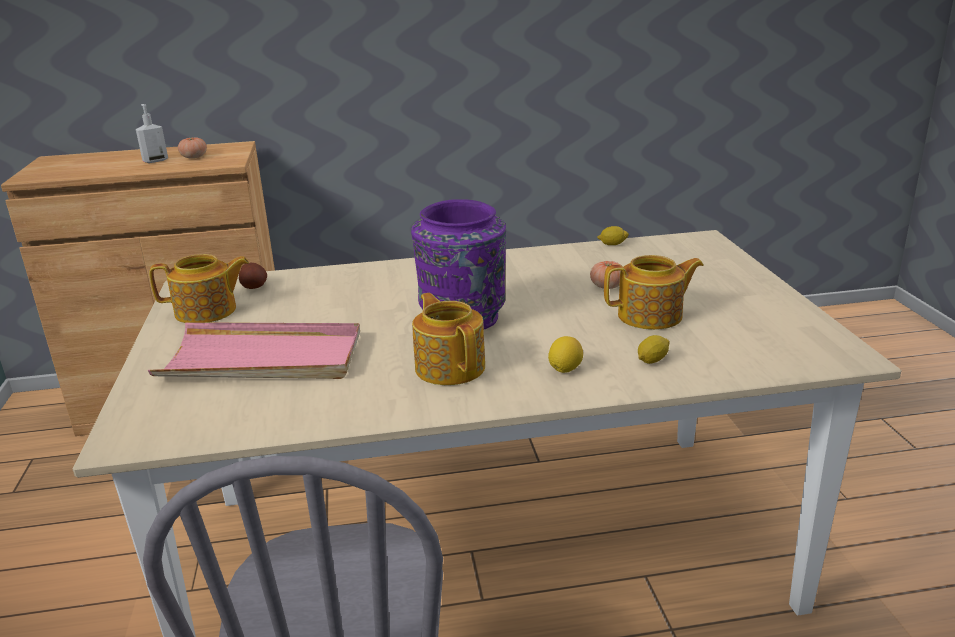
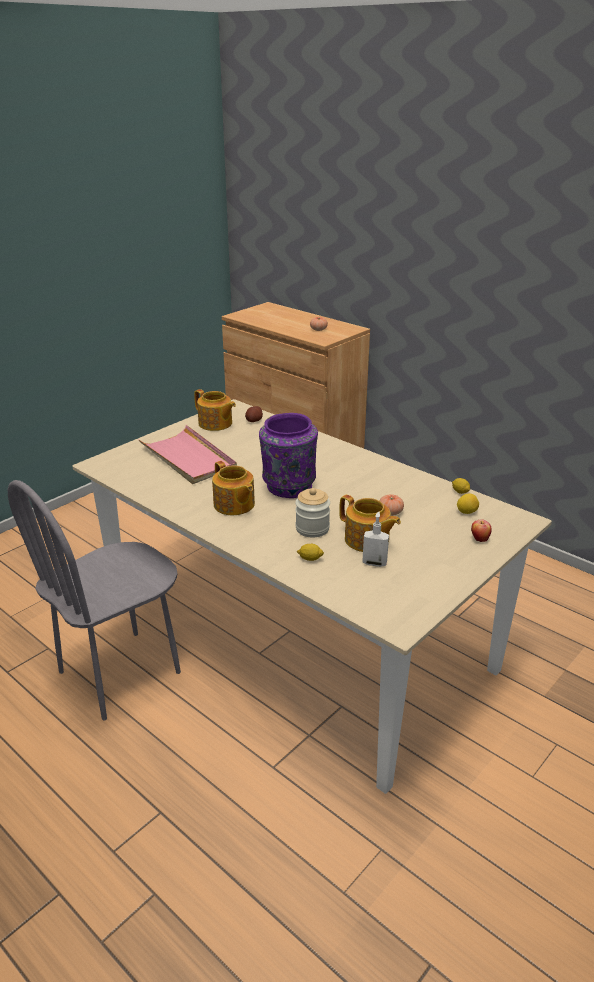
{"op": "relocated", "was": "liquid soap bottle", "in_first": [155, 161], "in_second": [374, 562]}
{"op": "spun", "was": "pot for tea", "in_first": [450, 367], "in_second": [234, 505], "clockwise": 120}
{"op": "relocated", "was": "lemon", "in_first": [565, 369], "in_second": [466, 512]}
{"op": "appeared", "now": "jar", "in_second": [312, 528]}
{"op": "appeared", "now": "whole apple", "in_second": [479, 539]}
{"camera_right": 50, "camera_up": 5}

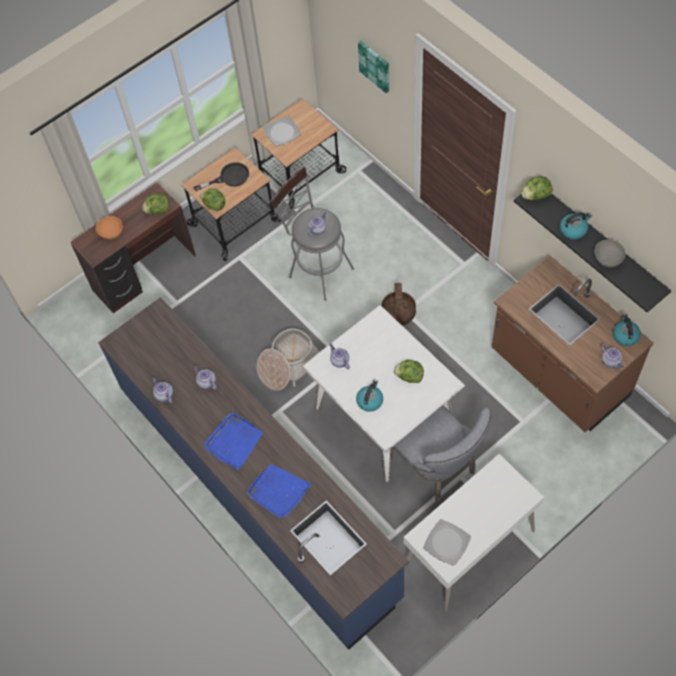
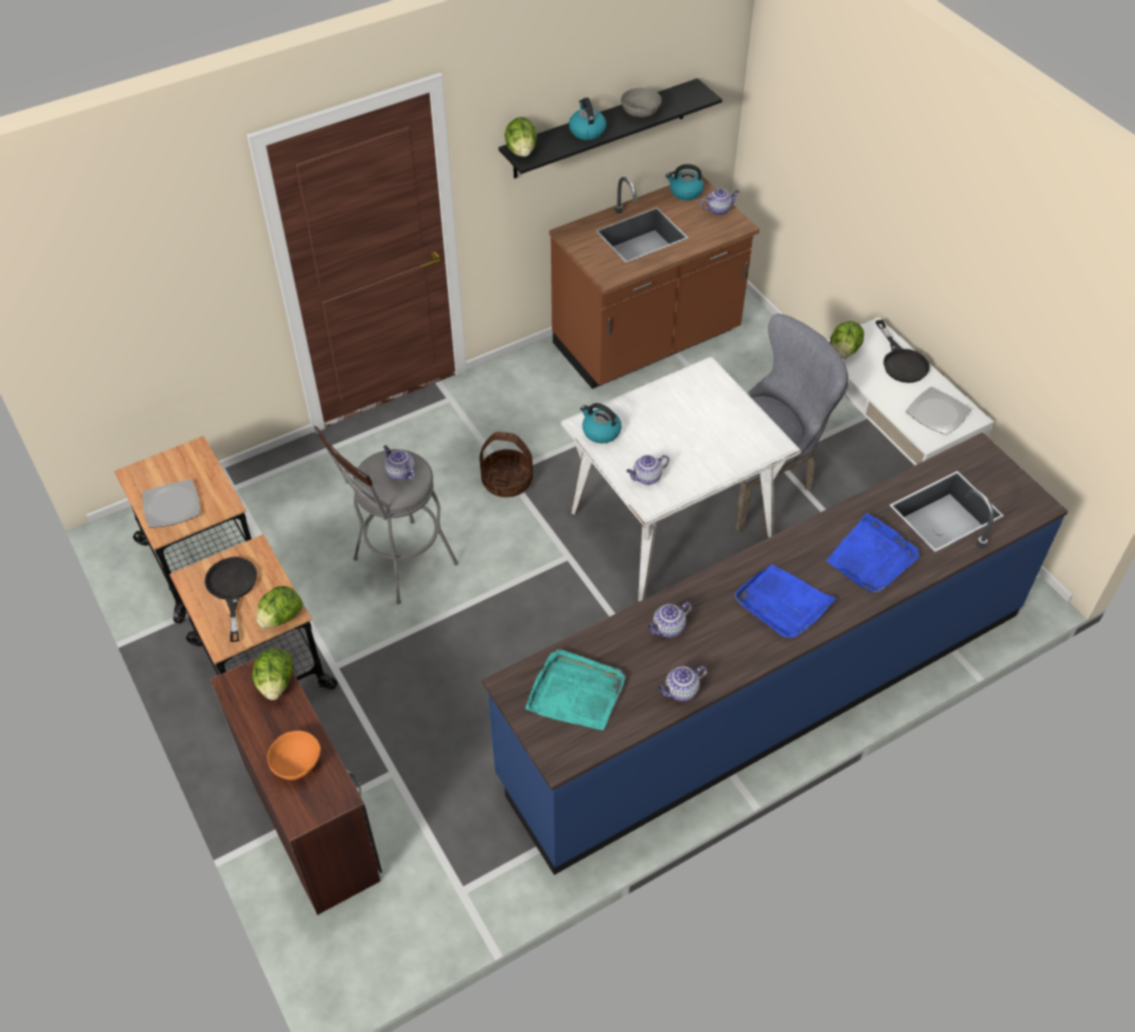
{"op": "missing", "was": "wall art", "in_first": [375, 66]}
{"op": "missing", "was": "basket", "in_first": [288, 365]}
{"op": "relocated", "was": "lettuce head", "in_first": [409, 376], "in_second": [844, 351]}
{"op": "relocated", "was": "kettle", "in_first": [370, 400], "in_second": [600, 432]}
{"op": "appeared", "now": "frying pan in blackish", "in_second": [901, 361]}
{"op": "appeared", "now": "tray in turquoise", "in_second": [576, 693]}
{"camera_right": -85, "camera_up": -10}

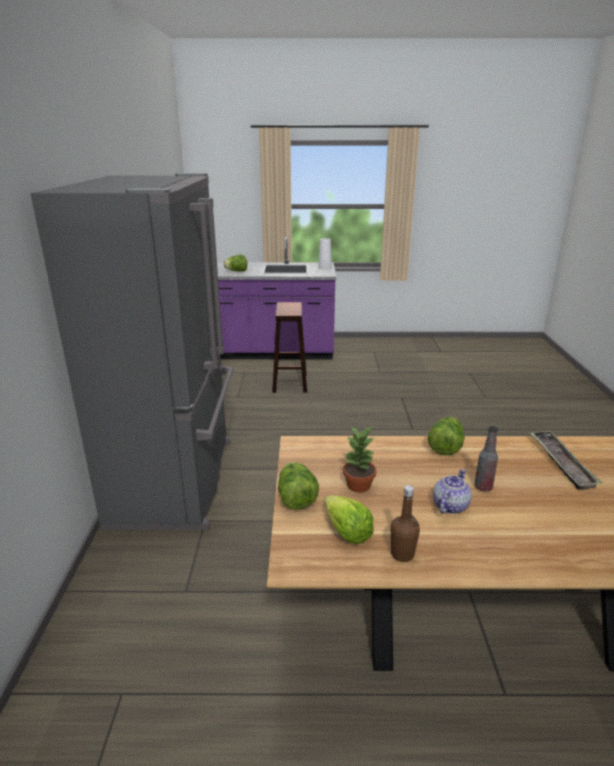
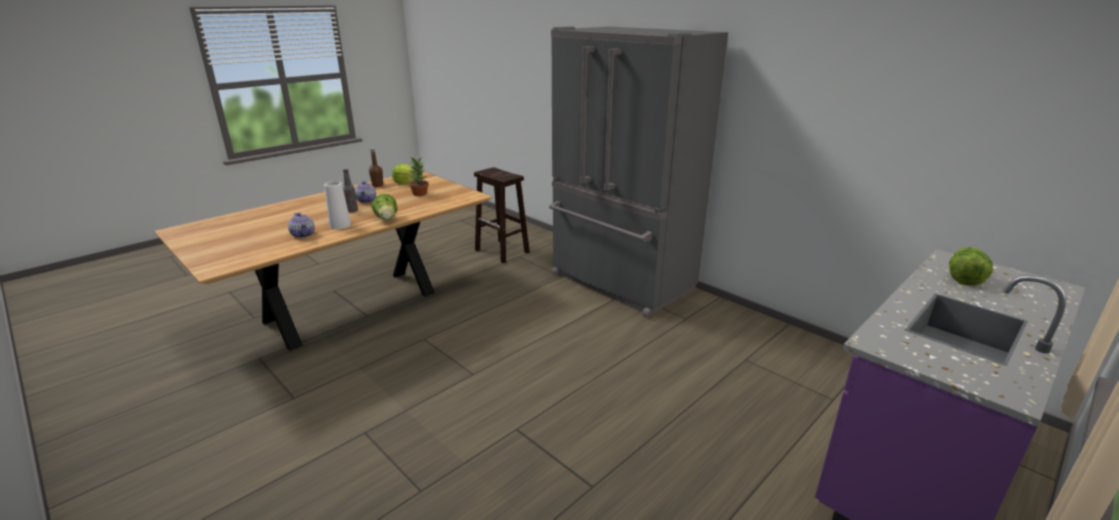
{"op": "relocated", "was": "decorative vase in white-coloured", "in_first": [324, 267], "in_second": [340, 225]}
{"op": "relocated", "was": "stool in brown", "in_first": [289, 382], "in_second": [502, 251]}
{"op": "exchanged", "was": "tray", "now": "pot for tea", "in_first": [561, 462], "in_second": [303, 234]}
{"op": "missing", "was": "lettuce head", "in_first": [296, 498]}
{"camera_right": 135, "camera_up": 0}

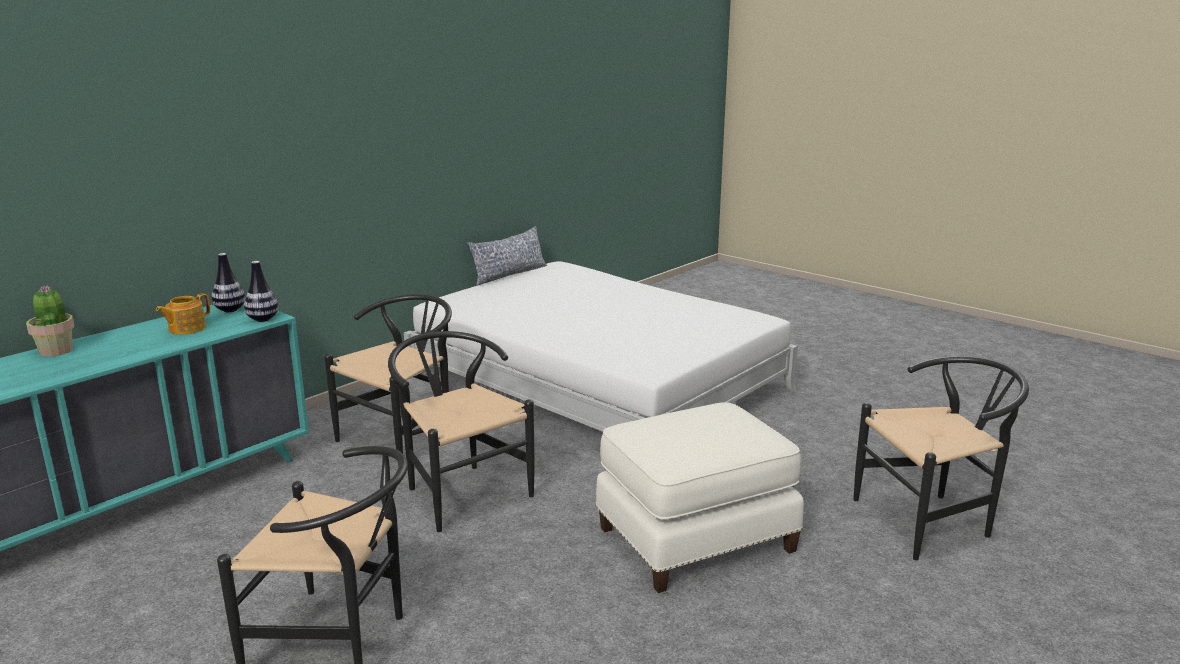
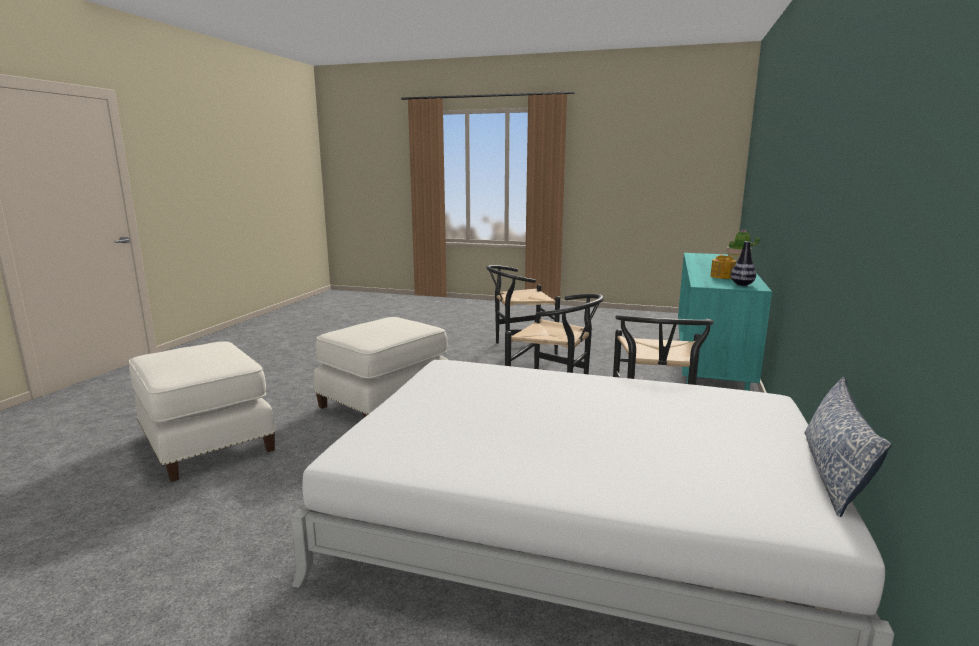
{"op": "missing", "was": "decorative vase", "in_first": [263, 319]}
{"op": "exchanged", "was": "chair in blackish", "now": "pouffe in white-coloured", "in_first": [932, 520], "in_second": [205, 443]}
{"camera_right": 155, "camera_up": -5}

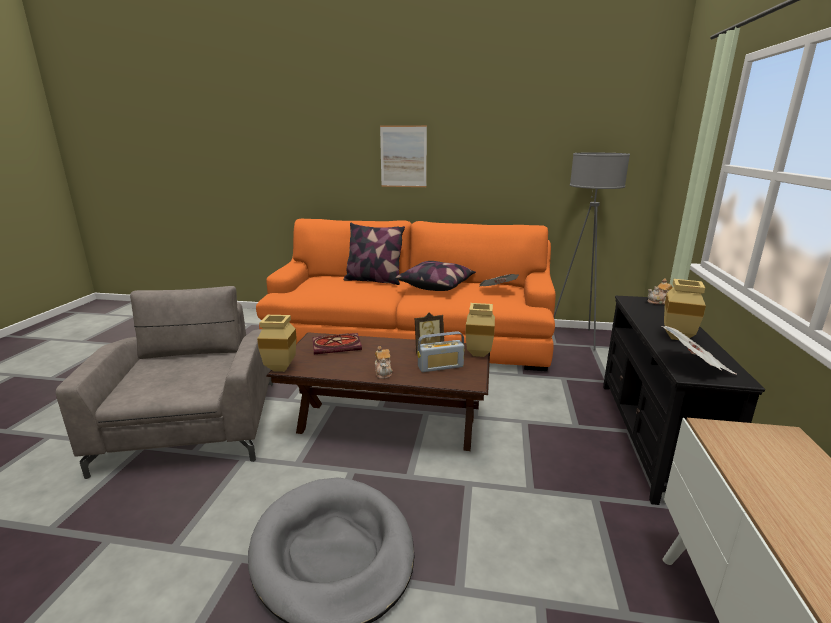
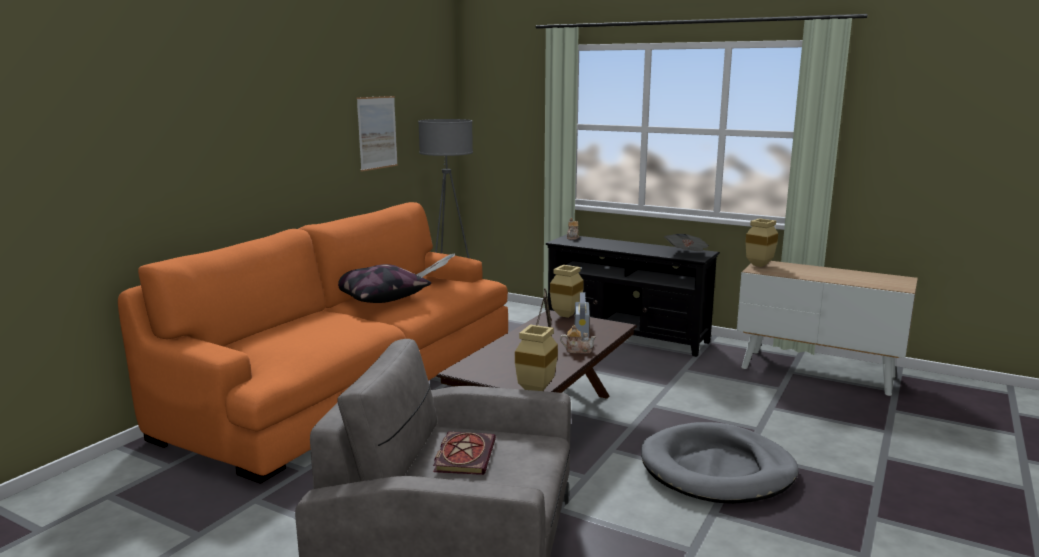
{"op": "relocated", "was": "wall art", "in_first": [403, 156], "in_second": [377, 133]}
{"op": "missing", "was": "cushion", "in_first": [373, 280]}
{"op": "relocated", "was": "decorative vase in beige", "in_first": [675, 338], "in_second": [759, 265]}
{"op": "relocated", "was": "book", "in_first": [338, 345], "in_second": [464, 455]}
{"camera_right": -70, "camera_up": -5}

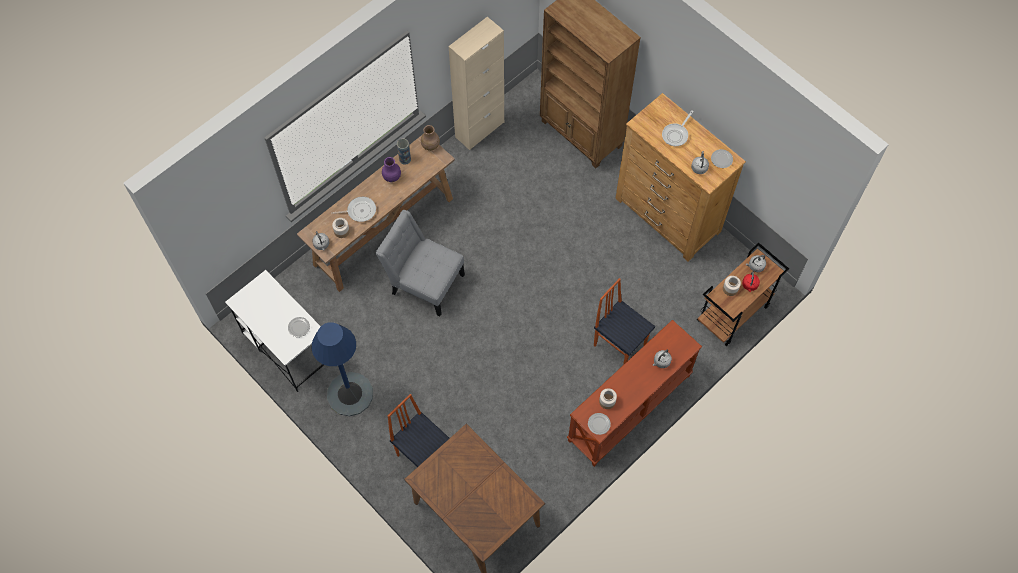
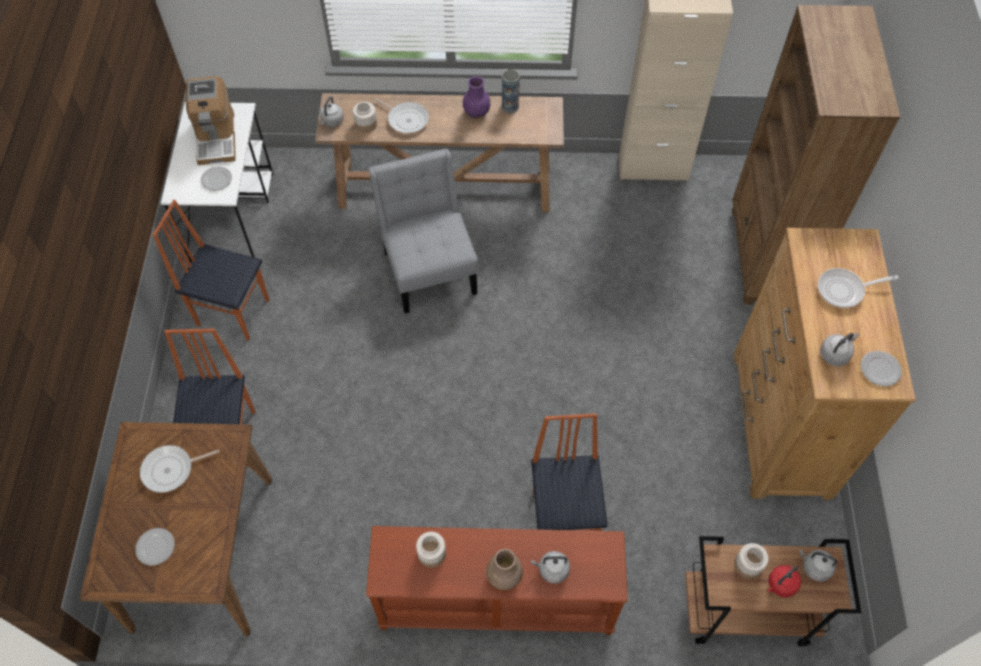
{"op": "relocated", "was": "decorative vase in brown", "in_first": [430, 146], "in_second": [504, 577]}
{"op": "exchanged", "was": "floor lamp in bluish", "now": "chair", "in_first": [350, 394], "in_second": [233, 311]}
{"op": "relocated", "was": "flat dish", "in_first": [599, 424], "in_second": [156, 547]}
{"op": "appeared", "now": "coffee brewer", "in_second": [216, 137]}
{"op": "appeared", "now": "frying pan", "in_second": [171, 470]}
{"camera_right": 45, "camera_up": -5}

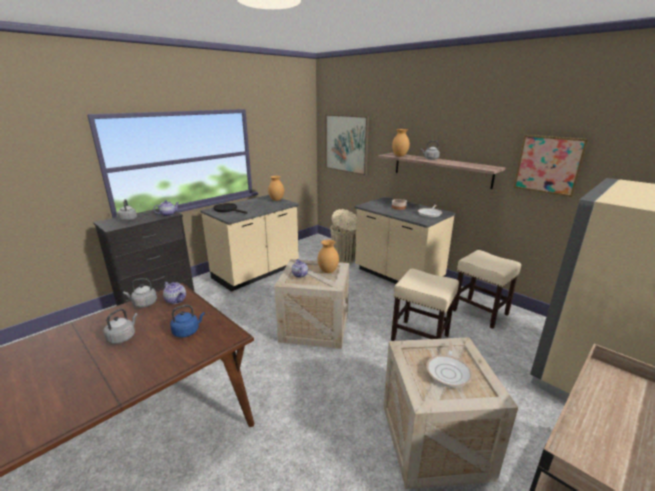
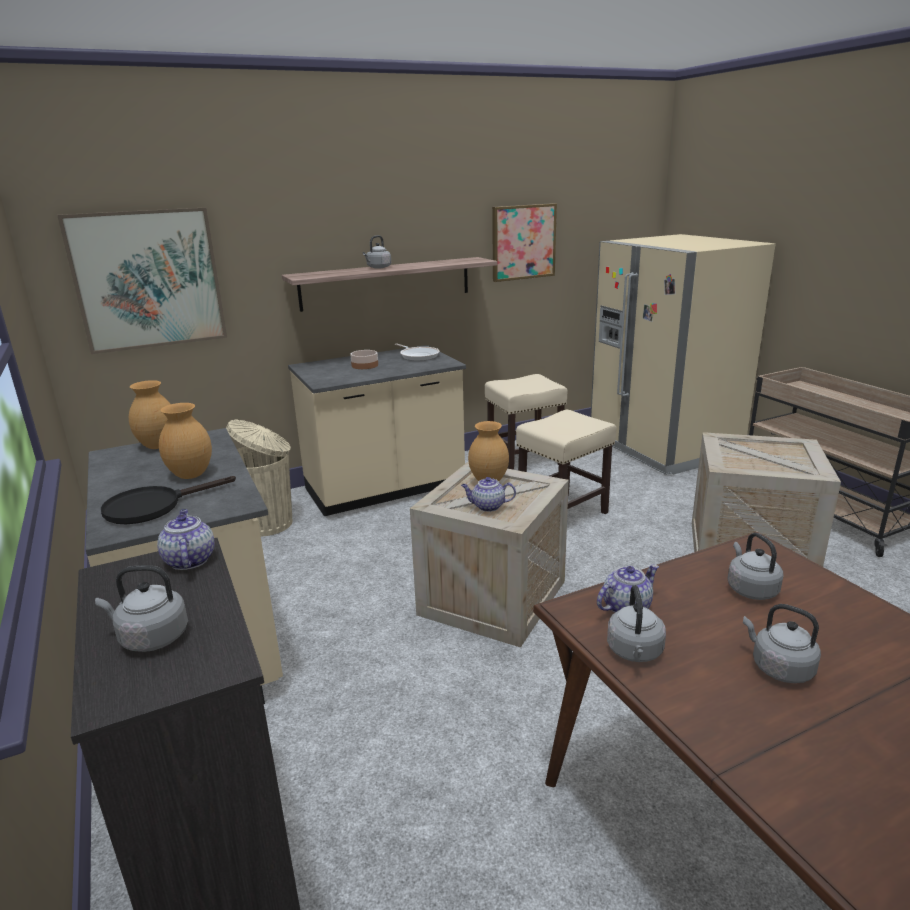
{"op": "relocated", "was": "decorative vase in brown", "in_first": [400, 156], "in_second": [191, 475]}
{"op": "colour", "was": "kettle in bluish", "now": "kettle in gray", "in_first": [187, 331], "in_second": [750, 589]}
{"op": "missing", "was": "frying pan", "in_first": [449, 371]}
{"camera_right": -70, "camera_up": 0}

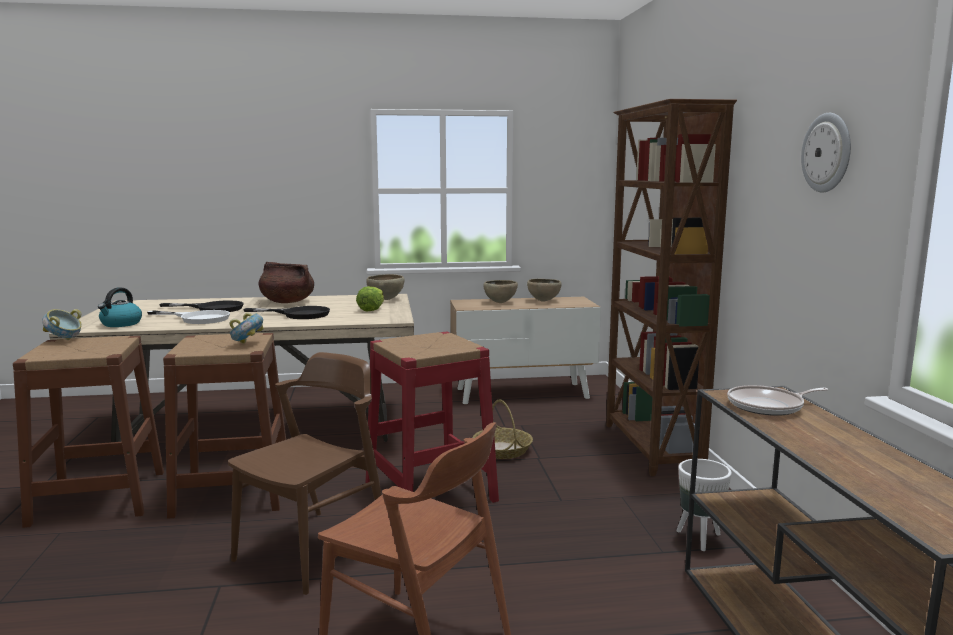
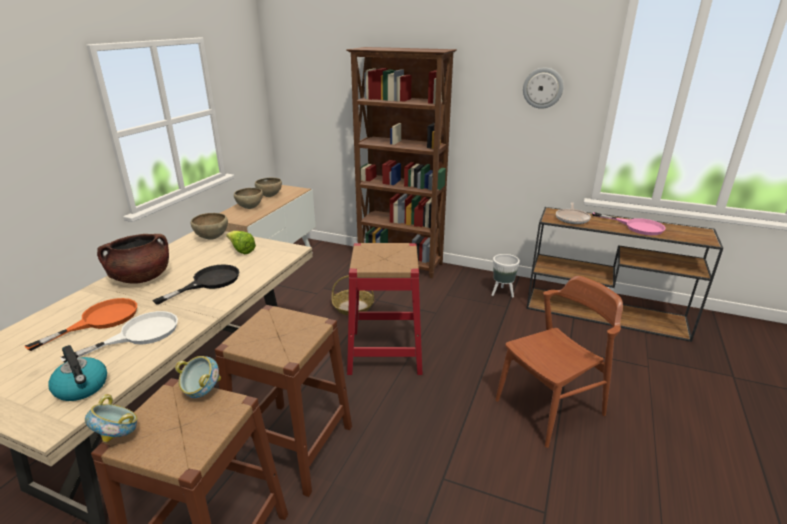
{"op": "colour", "was": "frying pan in blackish", "now": "frying pan in orange", "in_first": [212, 309], "in_second": [100, 320]}
{"op": "relocated", "was": "bowl", "in_first": [247, 343], "in_second": [201, 392]}
{"op": "missing", "was": "chair in brown", "in_first": [313, 549]}
{"op": "appeared", "now": "frying pan in pink-coloured", "in_second": [637, 226]}
{"camera_right": -60, "camera_up": 15}

